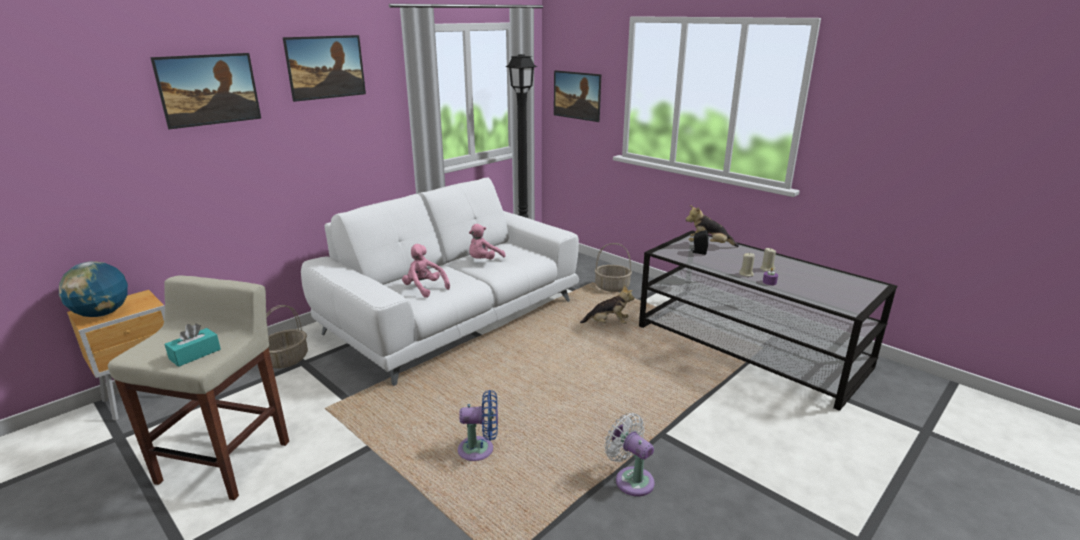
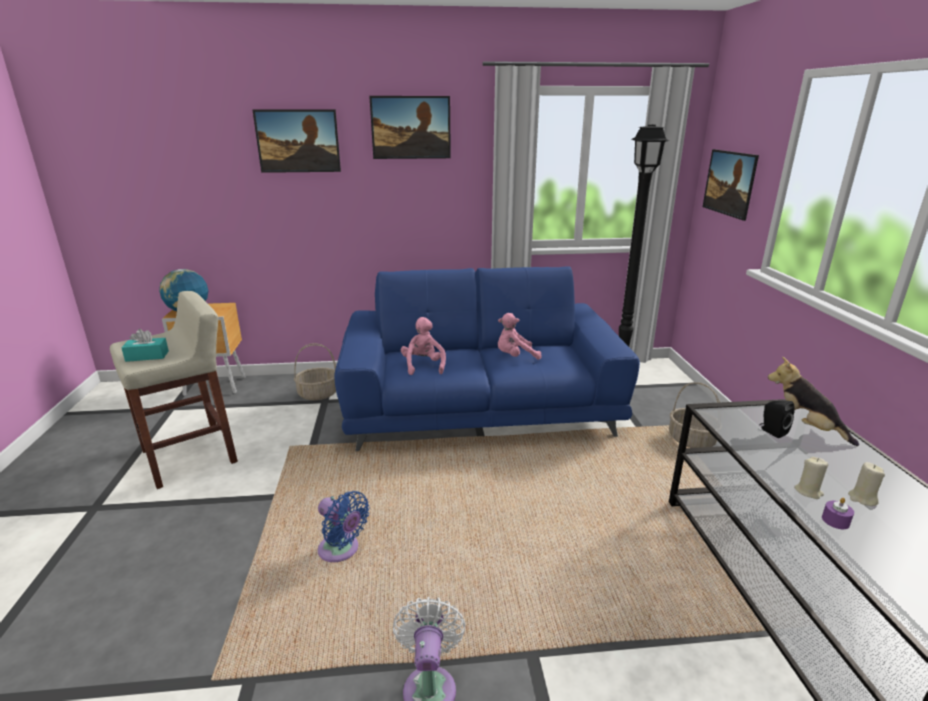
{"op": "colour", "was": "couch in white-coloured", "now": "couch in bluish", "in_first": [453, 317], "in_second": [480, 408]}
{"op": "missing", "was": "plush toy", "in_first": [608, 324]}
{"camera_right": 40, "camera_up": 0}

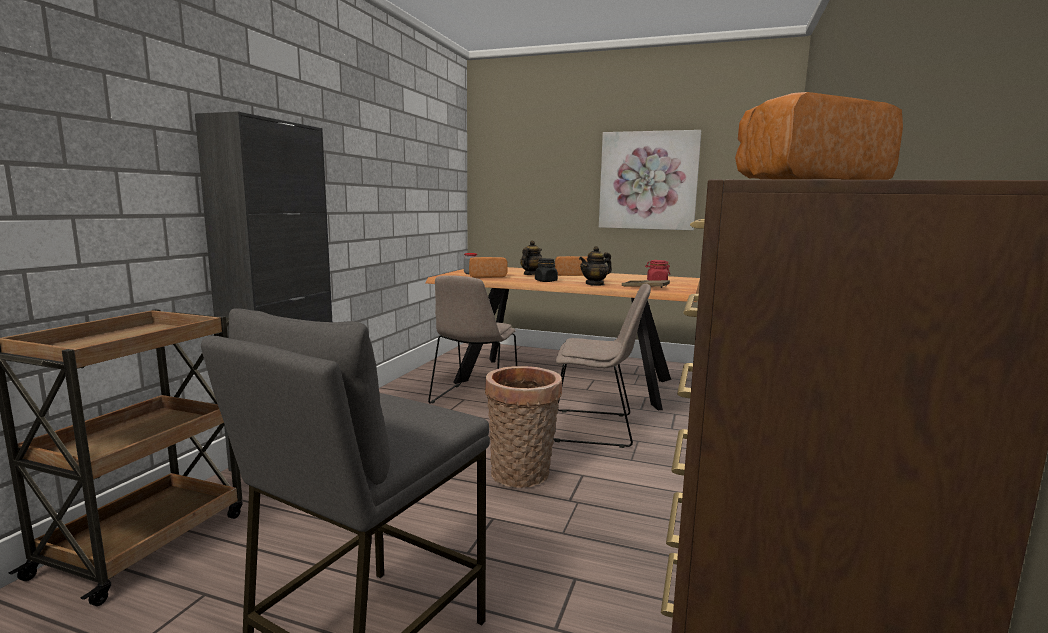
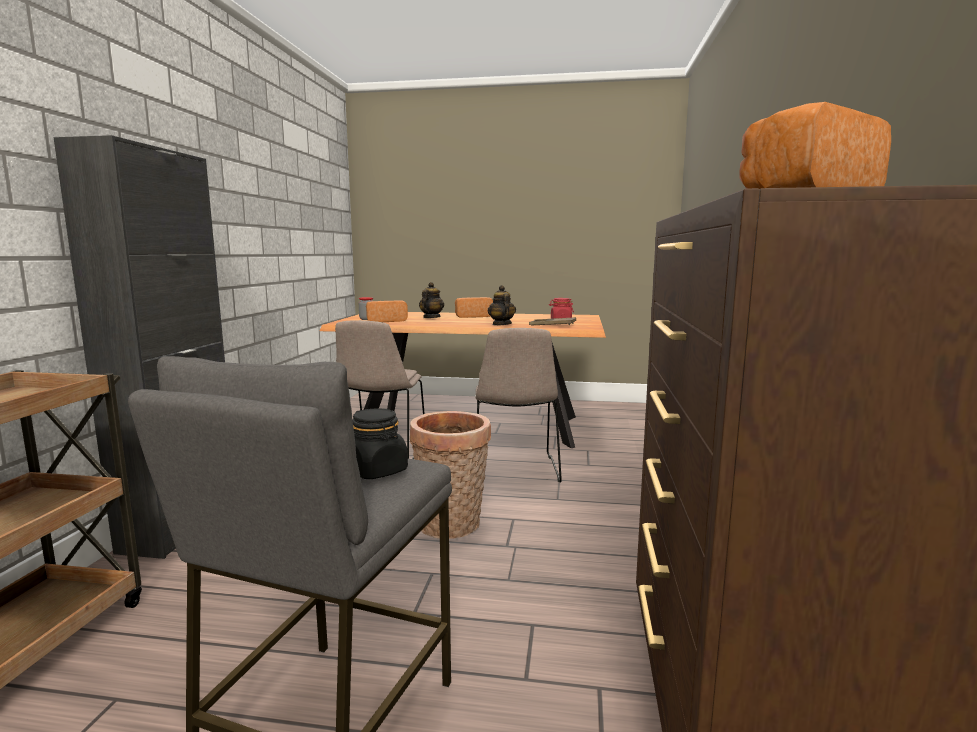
{"op": "missing", "was": "wall art", "in_first": [648, 180]}
{"op": "spun", "was": "pot for tea", "in_first": [595, 284], "in_second": [501, 324], "clockwise": 120}
{"op": "relocated", "was": "jar in blackish", "in_first": [546, 281], "in_second": [377, 471]}
{"op": "spun", "was": "chair in beige", "in_first": [596, 428], "in_second": [515, 471], "clockwise": 90}
{"camera_right": -10, "camera_up": 0}

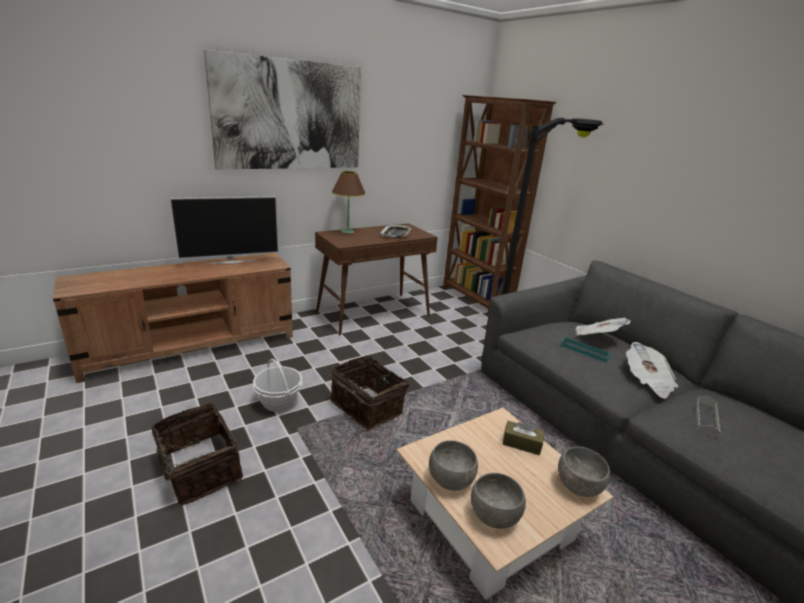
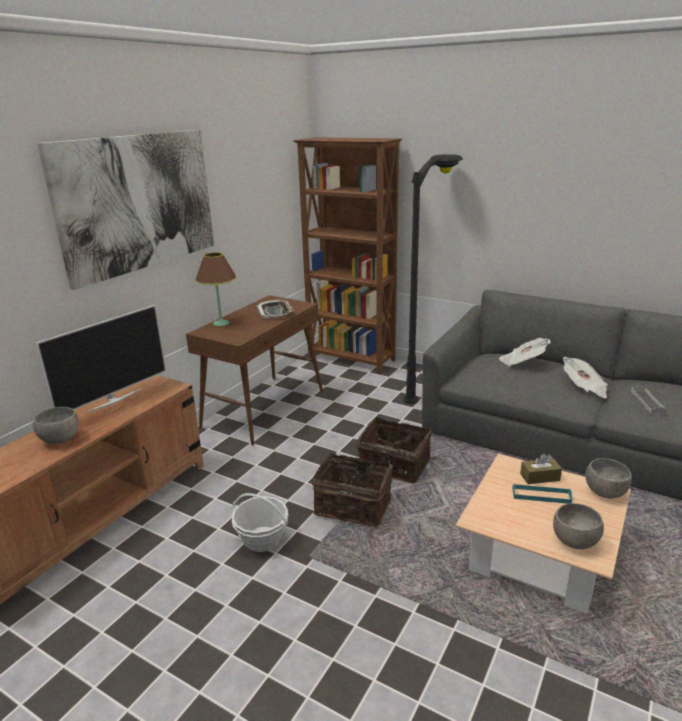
{"op": "relocated", "was": "tray in turquoise", "in_first": [585, 351], "in_second": [541, 495]}
{"op": "relocated", "was": "basket", "in_first": [199, 470], "in_second": [394, 466]}
{"op": "relocated", "was": "bowl in gray", "in_first": [451, 481], "in_second": [61, 440]}
{"camera_right": -25, "camera_up": 0}

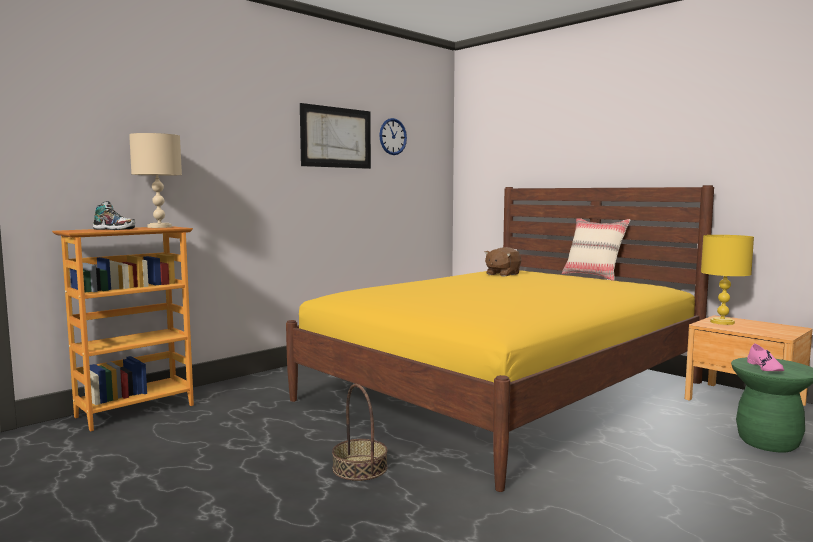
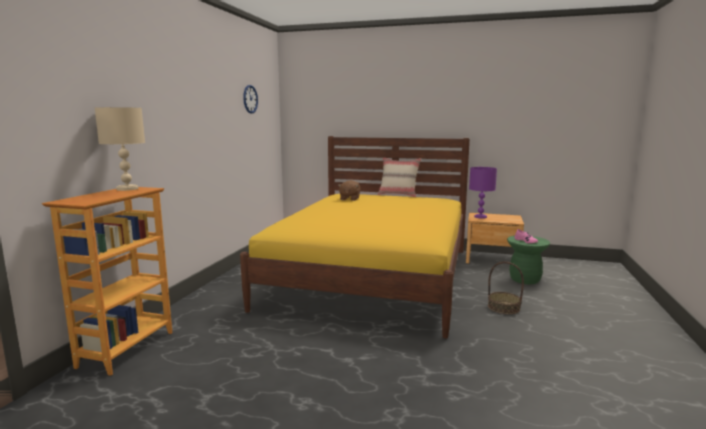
{"op": "missing", "was": "wall art", "in_first": [336, 137]}
{"op": "missing", "was": "low shoe", "in_first": [114, 229]}
{"op": "colour", "was": "lamp for a table in yellow", "now": "lamp for a table in purple-coloured", "in_first": [722, 322], "in_second": [480, 217]}
{"op": "relocated", "was": "basket", "in_first": [359, 468], "in_second": [503, 307]}
{"camera_right": -30, "camera_up": 5}

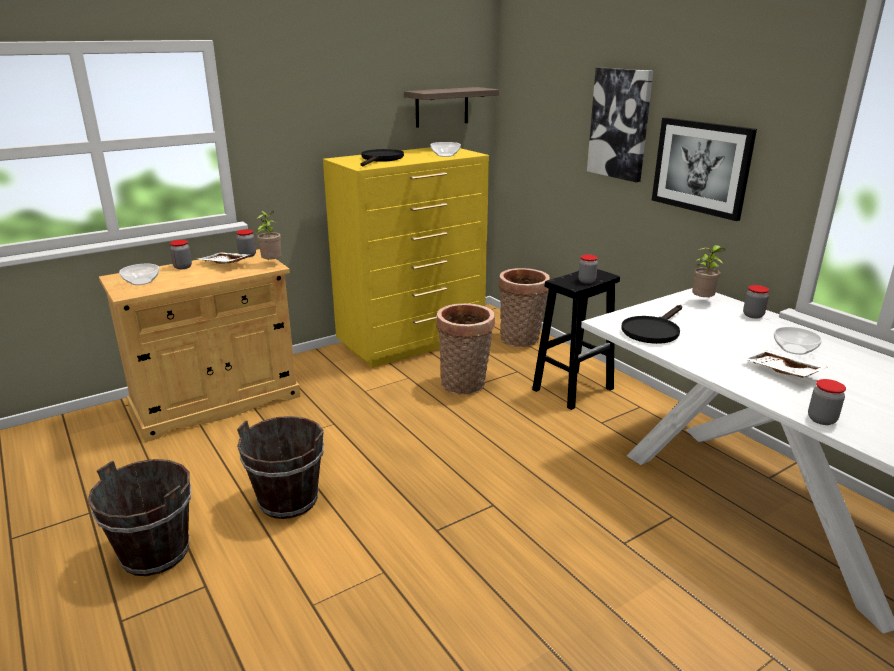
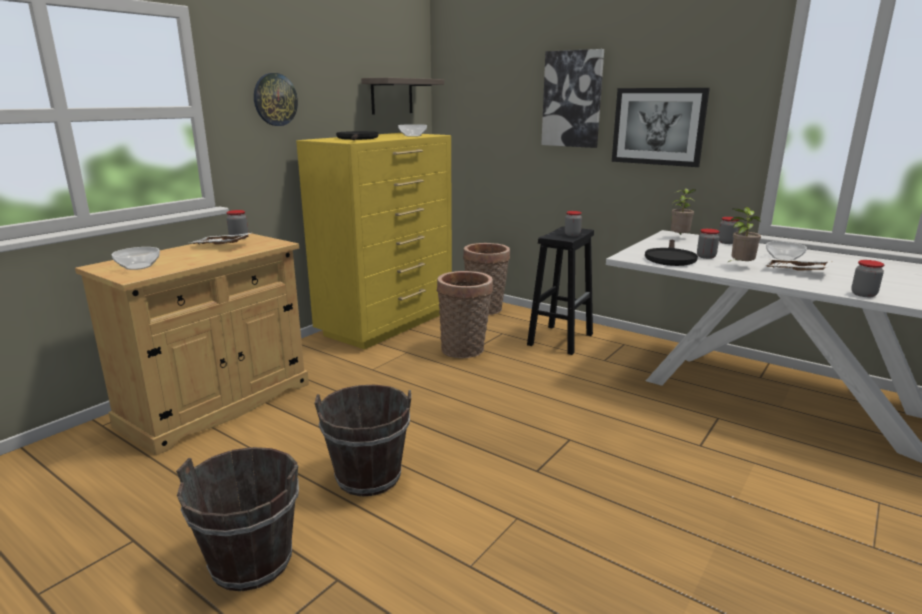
{"op": "relocated", "was": "plant in a pot", "in_first": [272, 263], "in_second": [740, 266]}
{"op": "relocated", "was": "jar", "in_first": [183, 267], "in_second": [706, 257]}
{"op": "appeared", "now": "hanging clock", "in_second": [275, 99]}
{"camera_right": -20, "camera_up": -5}

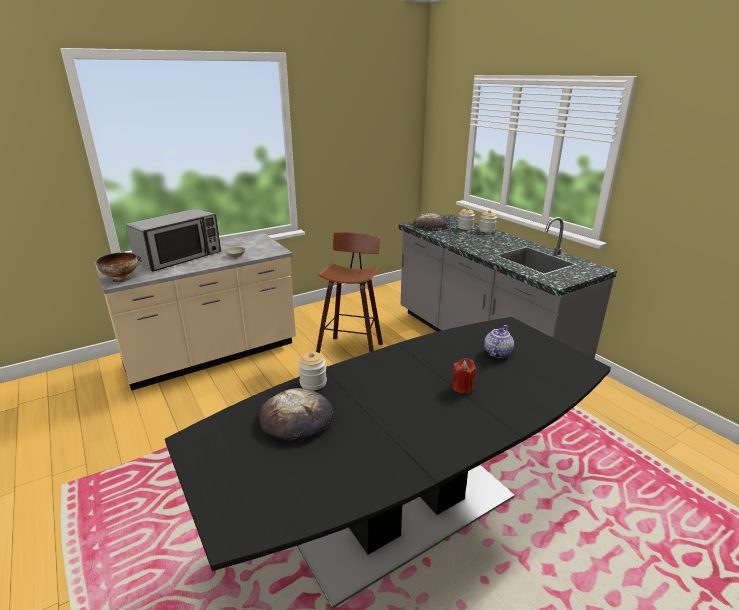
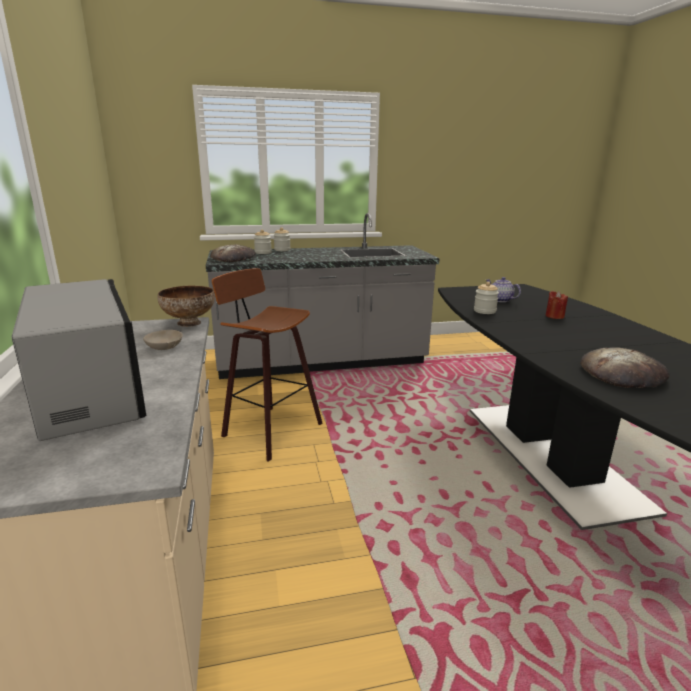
{"op": "relocated", "was": "bowl", "in_first": [121, 279], "in_second": [189, 323]}
{"op": "relocated", "was": "jar", "in_first": [313, 383], "in_second": [484, 311]}
{"camera_right": -70, "camera_up": -5}

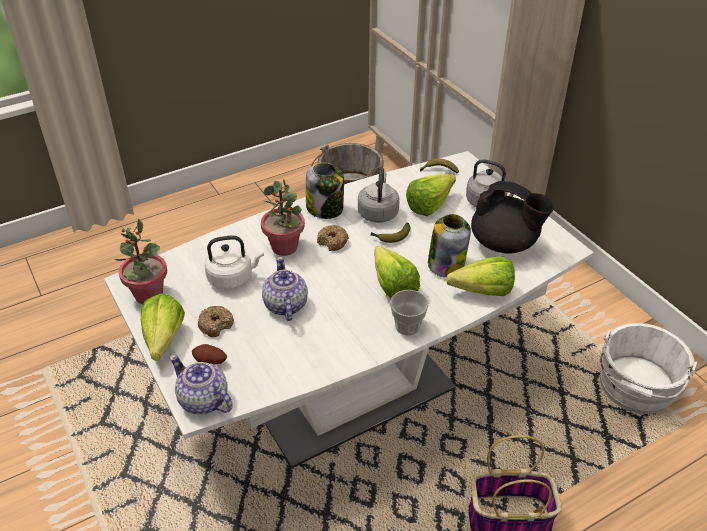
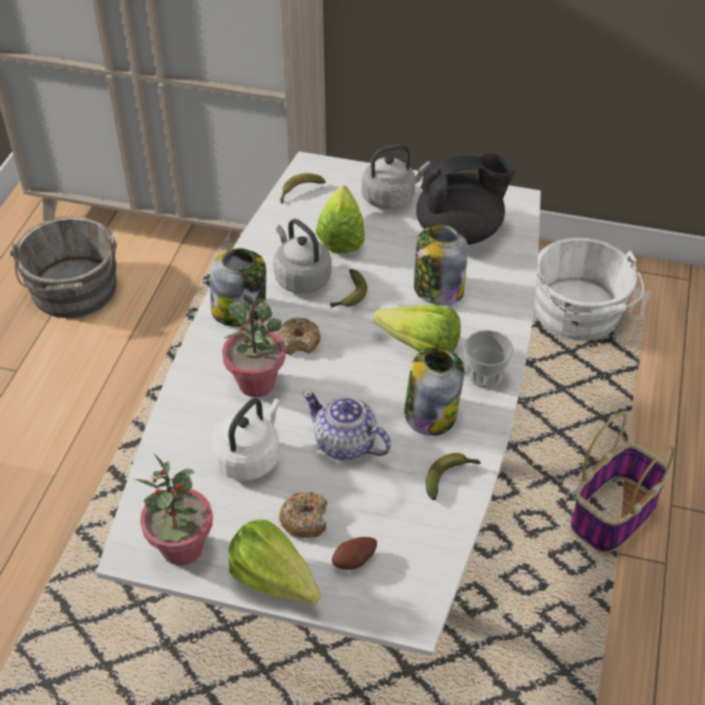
{"op": "missing", "was": "lettuce head", "in_first": [477, 291]}
{"op": "missing", "was": "pot for tea", "in_first": [203, 401]}
{"op": "appeared", "now": "jar", "in_second": [430, 414]}
{"op": "appeared", "now": "banana", "in_second": [450, 477]}
{"camera_right": -45, "camera_up": 5}

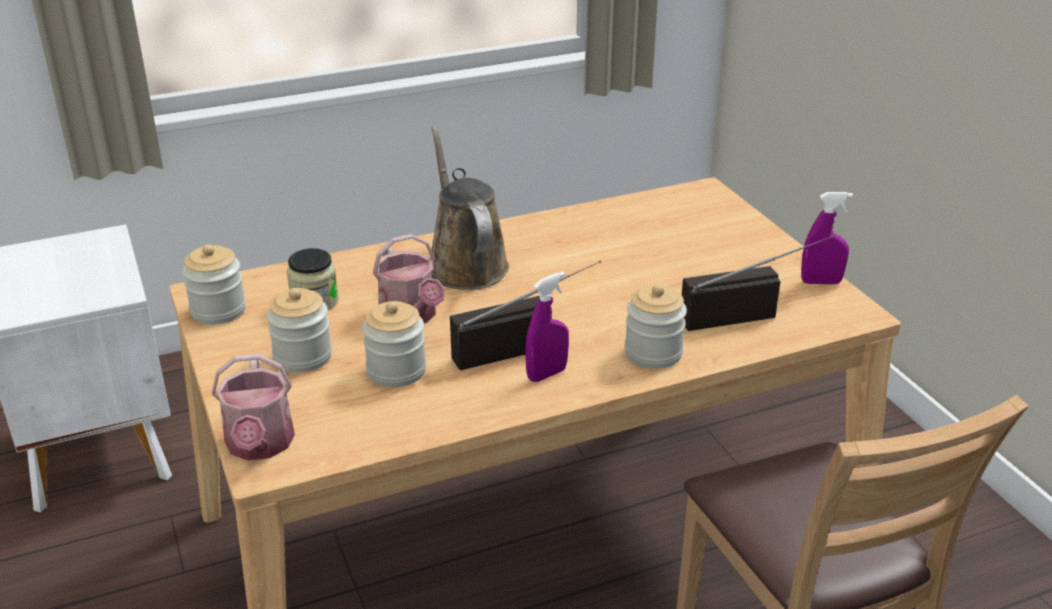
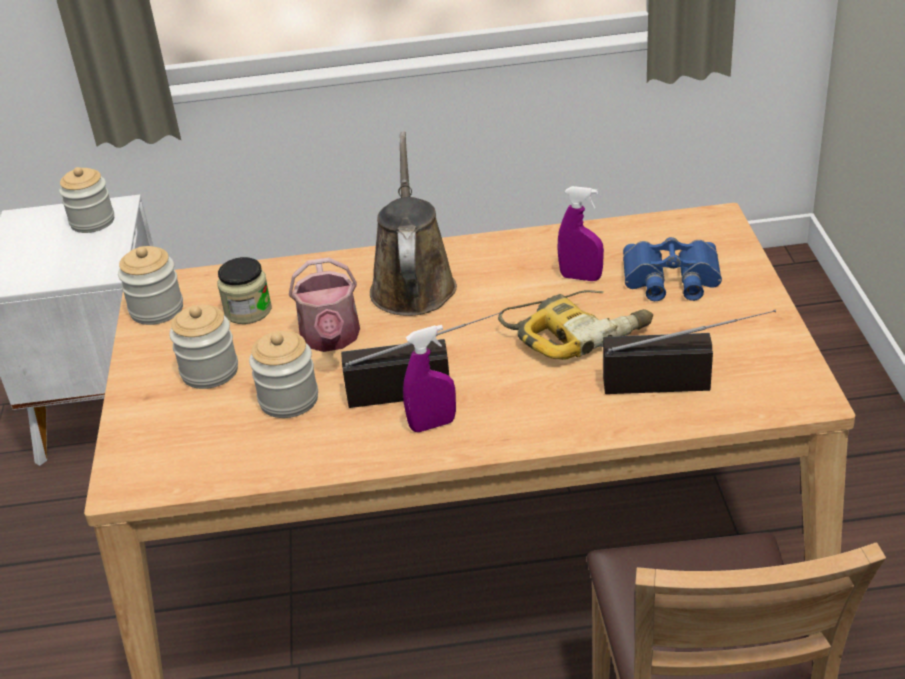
{"op": "relocated", "was": "spray bottle in purple-coloured", "in_first": [820, 282], "in_second": [580, 277]}
{"op": "relocated", "was": "jar", "in_first": [653, 353], "in_second": [92, 221]}
{"op": "missing", "was": "watering pot", "in_first": [259, 445]}
{"op": "appeared", "now": "binoculars in bluish", "in_second": [671, 279]}
{"op": "appeared", "now": "power drill", "in_second": [577, 332]}
{"camera_right": 20, "camera_up": 5}

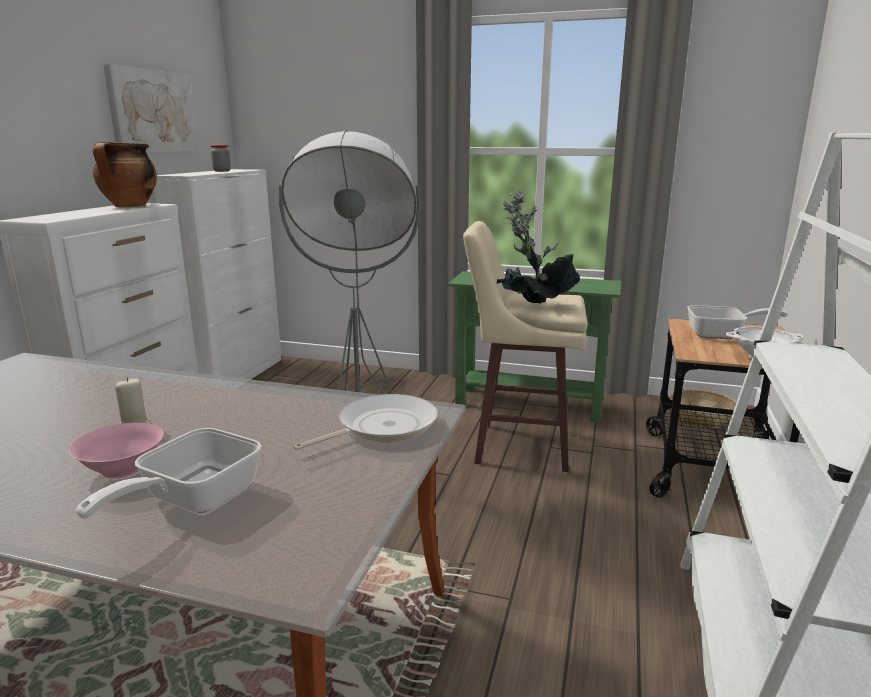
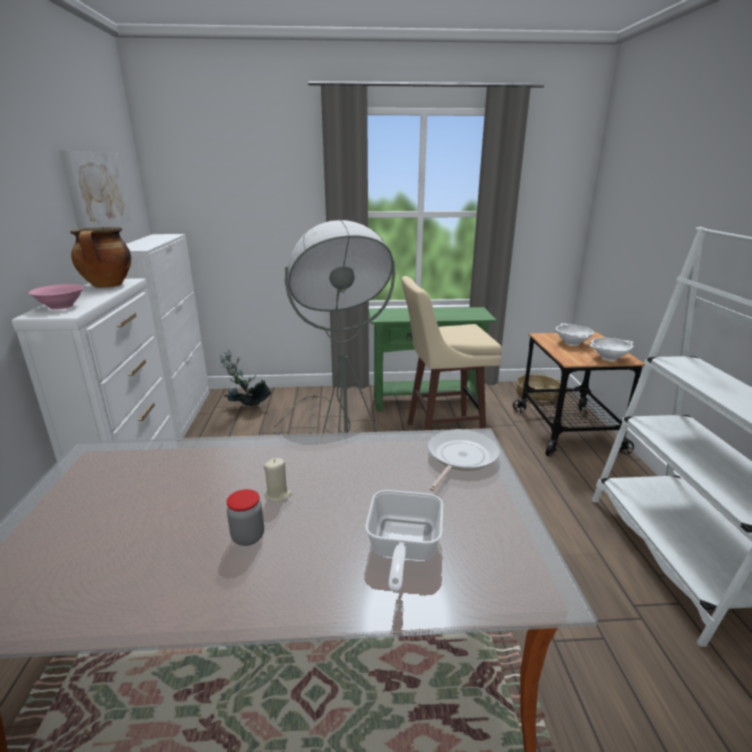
{"op": "relocated", "was": "jar", "in_first": [222, 171], "in_second": [248, 537]}
{"op": "relocated", "was": "plant in a pot", "in_first": [532, 306], "in_second": [246, 408]}
{"op": "exchanged", "was": "frying pan", "now": "bowl in white-coloured", "in_first": [721, 335], "in_second": [572, 343]}
{"op": "relocated", "was": "bowl in pink-coloured", "in_first": [123, 469], "in_second": [62, 306]}
{"camera_right": -20, "camera_up": 5}

